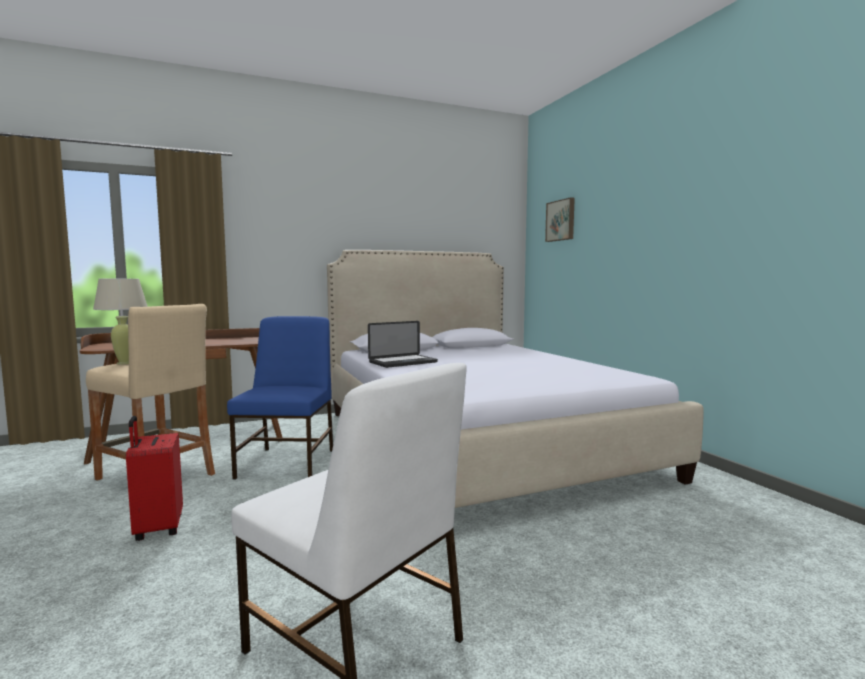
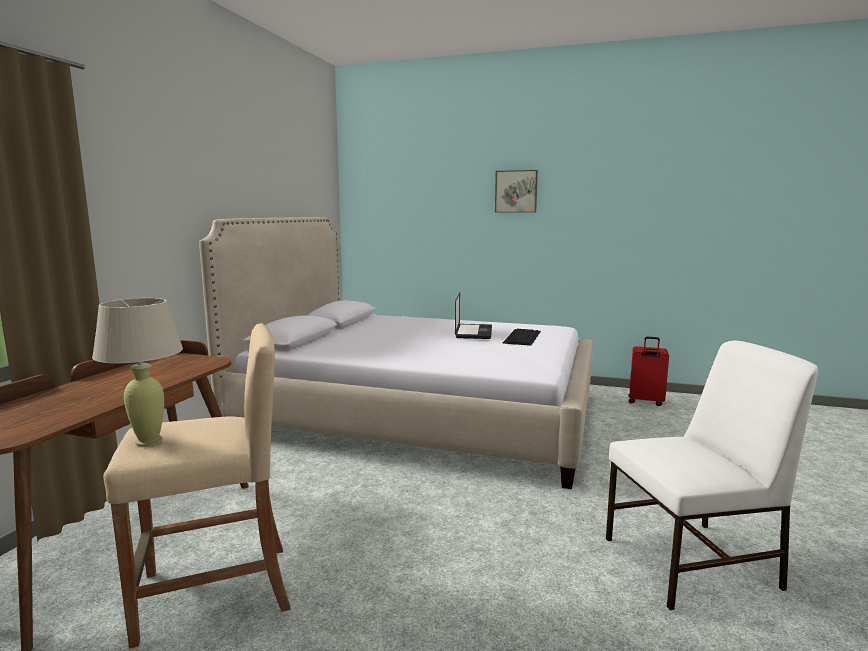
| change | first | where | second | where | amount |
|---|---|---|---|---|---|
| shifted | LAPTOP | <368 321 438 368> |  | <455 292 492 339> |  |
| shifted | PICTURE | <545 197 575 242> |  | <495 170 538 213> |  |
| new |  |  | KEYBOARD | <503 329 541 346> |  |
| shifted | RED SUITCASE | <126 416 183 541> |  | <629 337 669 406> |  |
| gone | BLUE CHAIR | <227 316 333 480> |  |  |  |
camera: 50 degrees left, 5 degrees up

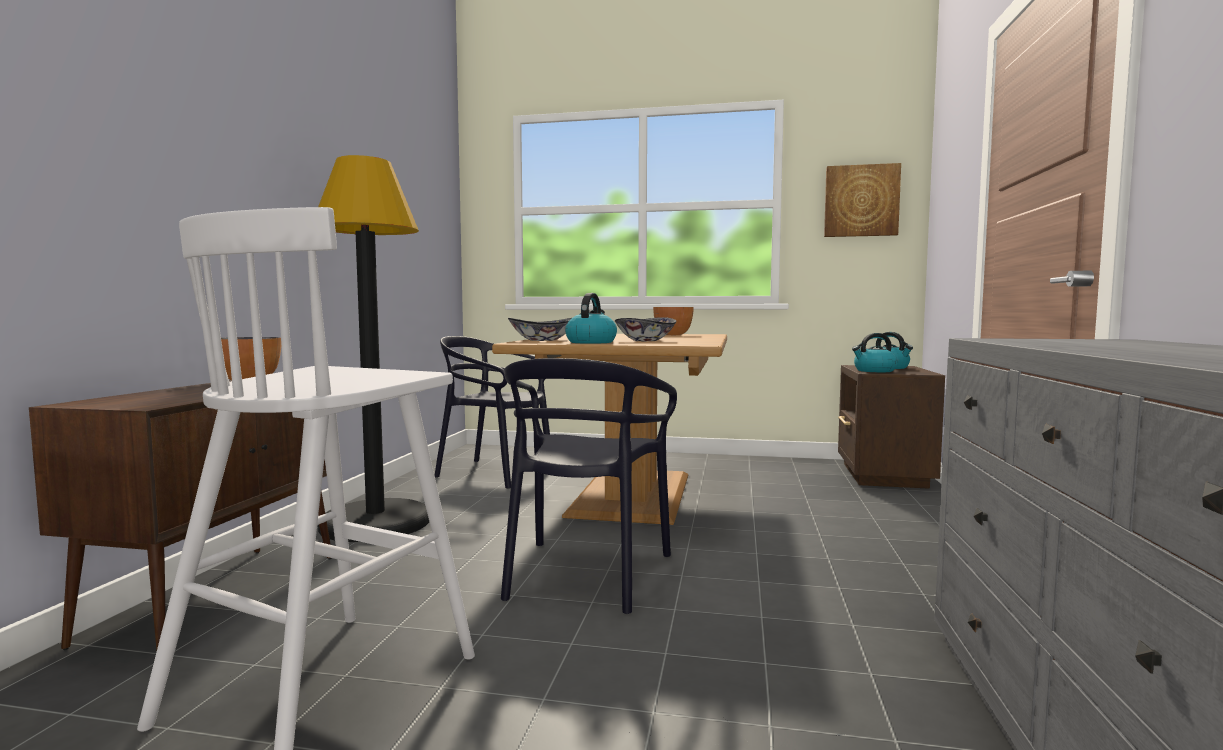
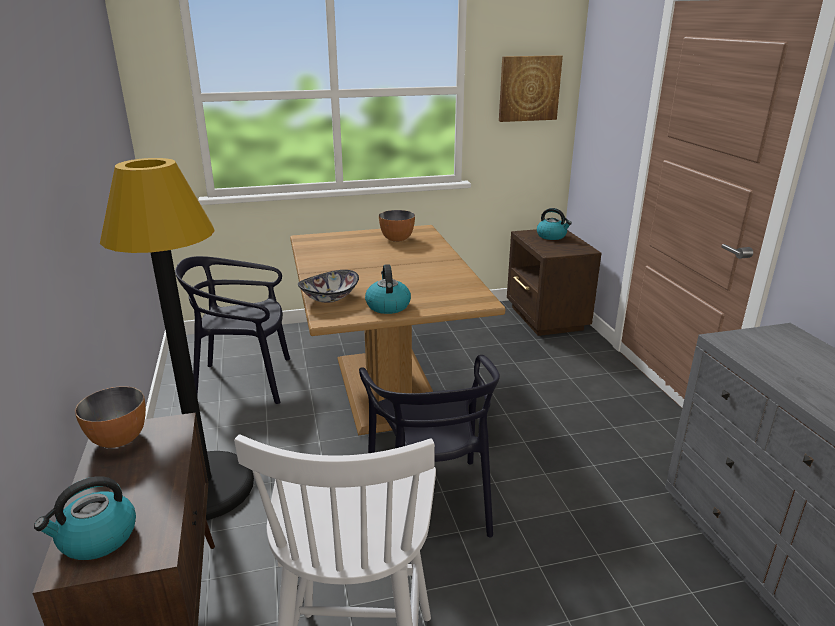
| change | first | where | second | where | amount |
|---|---|---|---|---|---|
| shifted | KETTLE | <852 333 897 372> |  | <34 476 136 560> |  |
| gone | BOWL | <615 317 676 341> |  |  |  |
camera: 25 degrees left, 20 degrees up

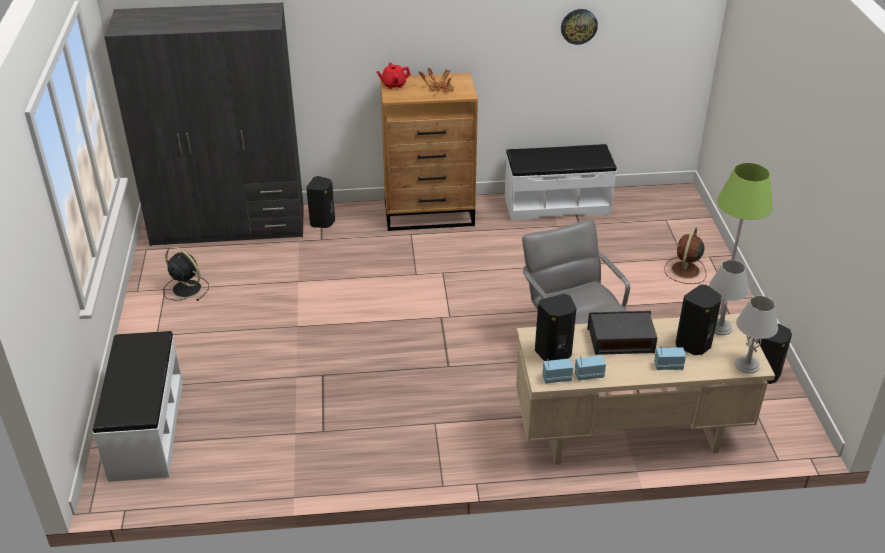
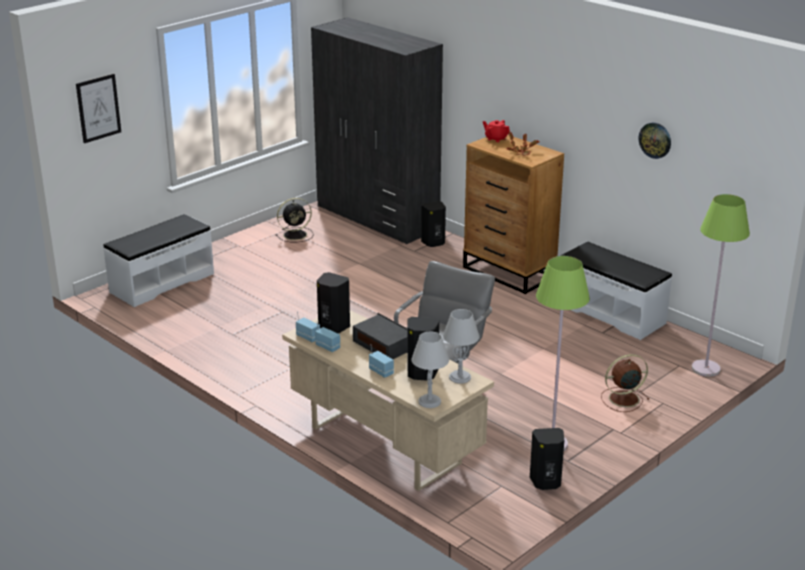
| change | first | where | second | where | amount |
|---|---|---|---|---|---|
| new |  |  | PICTURE | <76 74 121 143> |  |
| rotated | BLACK FAN | <163 247 209 301> |  | <276 198 314 242> | 75 degrees clockwise |
| new |  |  | GREEN FLOOR LAMP | <692 194 750 377> |  |
camera: 50 degrees right, 10 degrees down

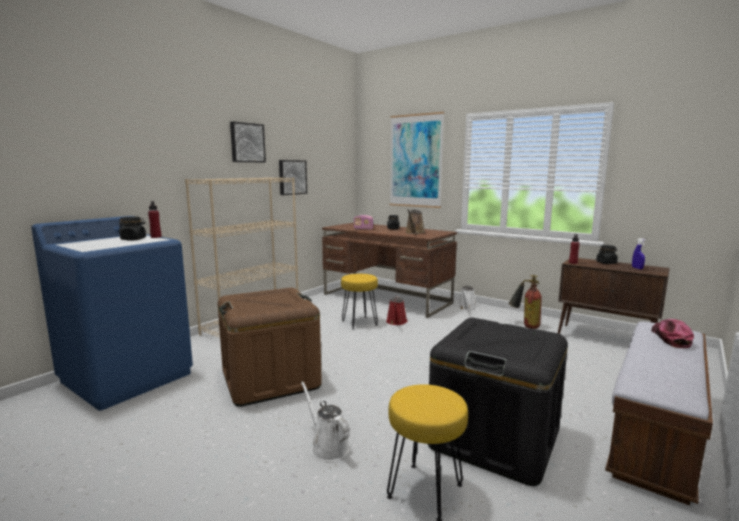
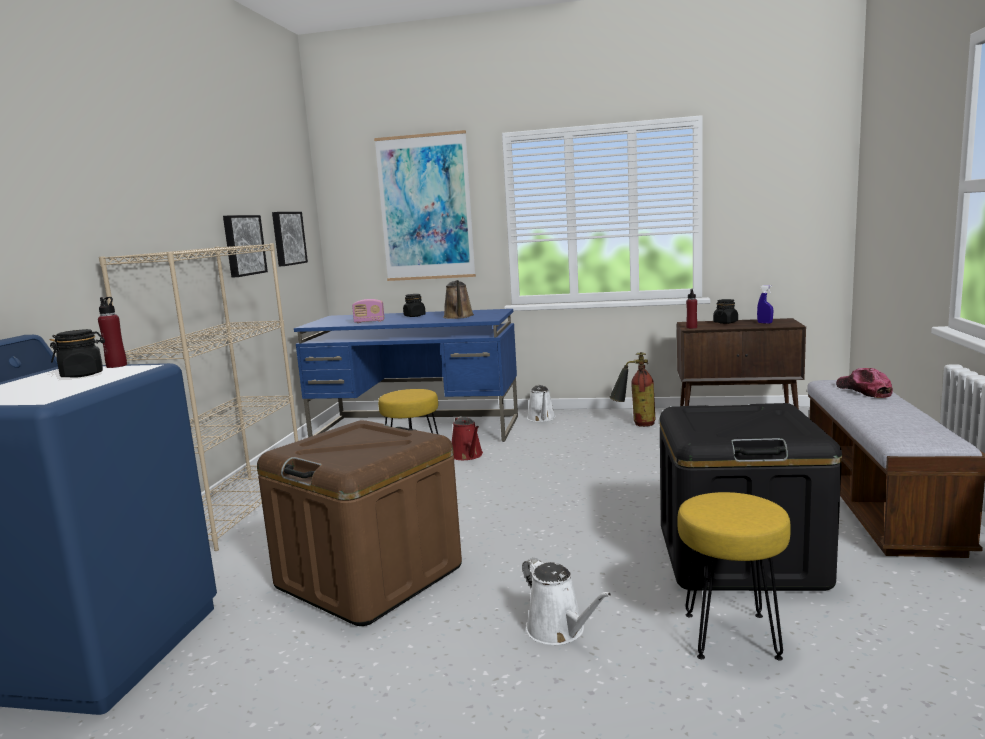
| change | first | where | second | where | amount |
|---|---|---|---|---|---|
| shifted | PICTURE | <230 121 266 162> |  | <272 212 308 266> |  |
| repainted | BROWN DESK | <322 222 457 318> | BLUE DESK | <294 309 518 442> |  |
| rotated | WHITE WATERING CAN | <301 381 350 462> |  | <522 558 612 645> | 150 degrees counterclockwise |
camera: 25 degrees left, 0 degrees up

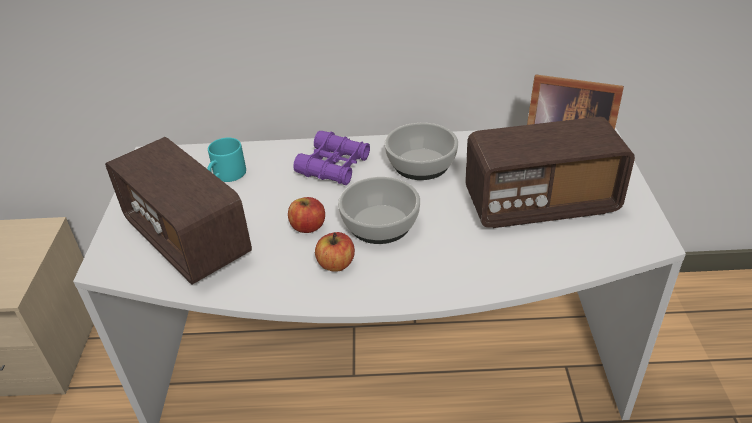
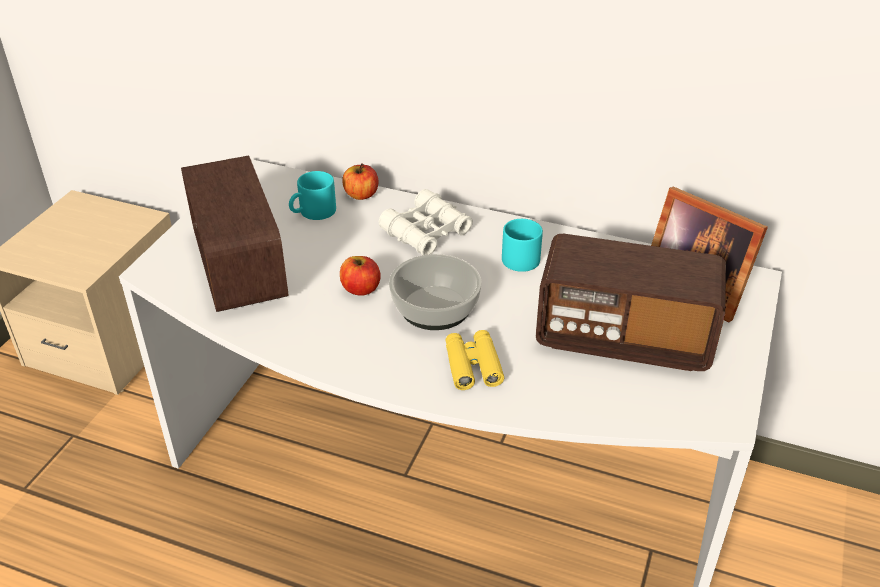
| change | first | where | second | where | amount |
|---|---|---|---|---|---|
| shifted | APPLE | <315 232 355 272> |  | <342 163 379 200> |  |
| repainted | PURPLE BINOCULARS | <293 131 370 185> | WHITE BINOCULARS | <379 189 473 255> |  |
| new |  |  | YELLOW BINOCULARS | <445 330 504 390> |  |
| swapped | BOWL | <384 123 458 180> | TURQUOISE MUG | <502 219 543 272> |  |
camera: 20 degrees right, 0 degrees up

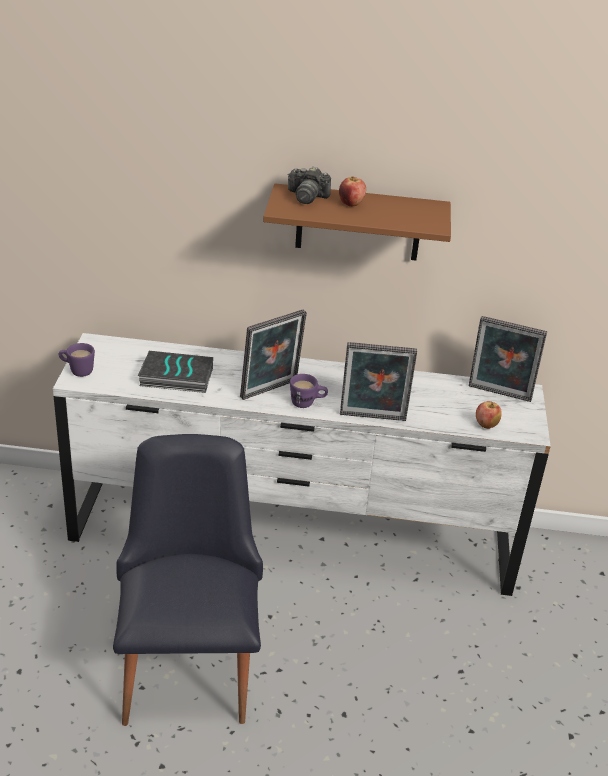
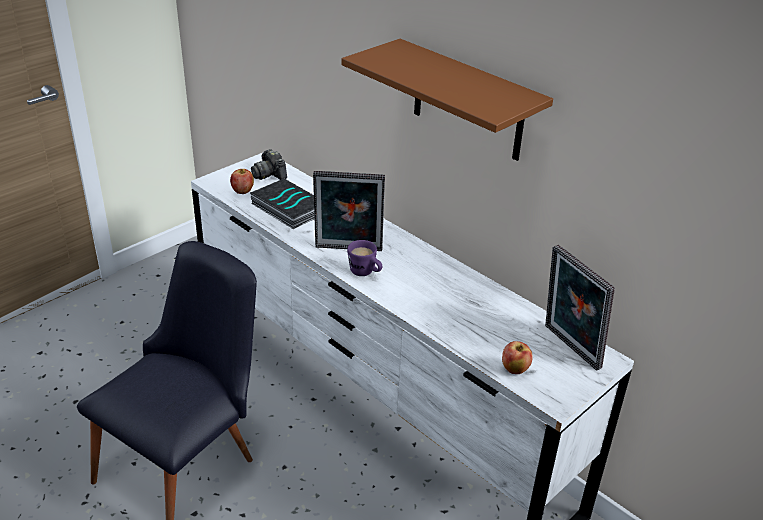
| change | first | where | second | where | amount |
|---|---|---|---|---|---|
| shifted | APPLE | <339 177 366 207> |  | <230 169 254 194> |  |
| shifted | PHOTO CAMERA | <288 166 331 204> |  | <251 149 287 180> |  |
| gone | PURPLE MUG | <59 343 95 377> |  |  |  |
| gone | PICTURE FRAME | <340 342 417 421> |  |  |  |
camera: 40 degrees right, 0 degrees up

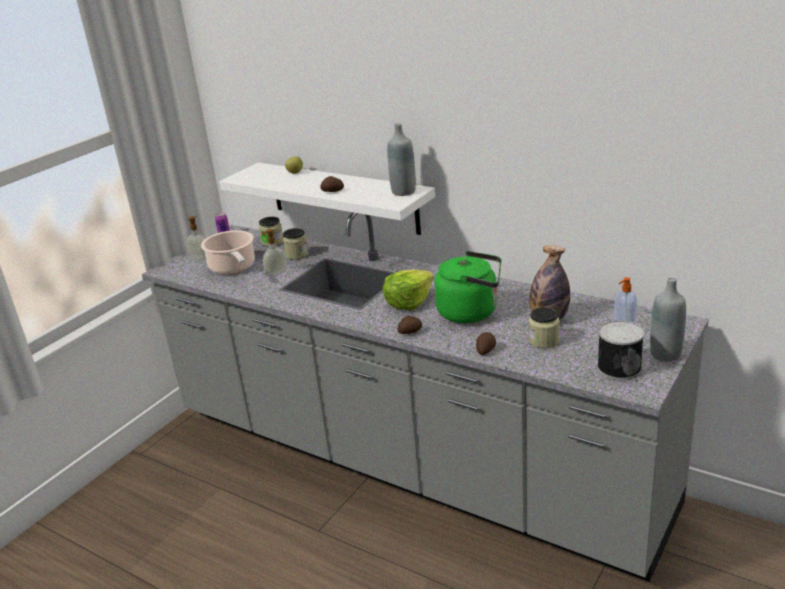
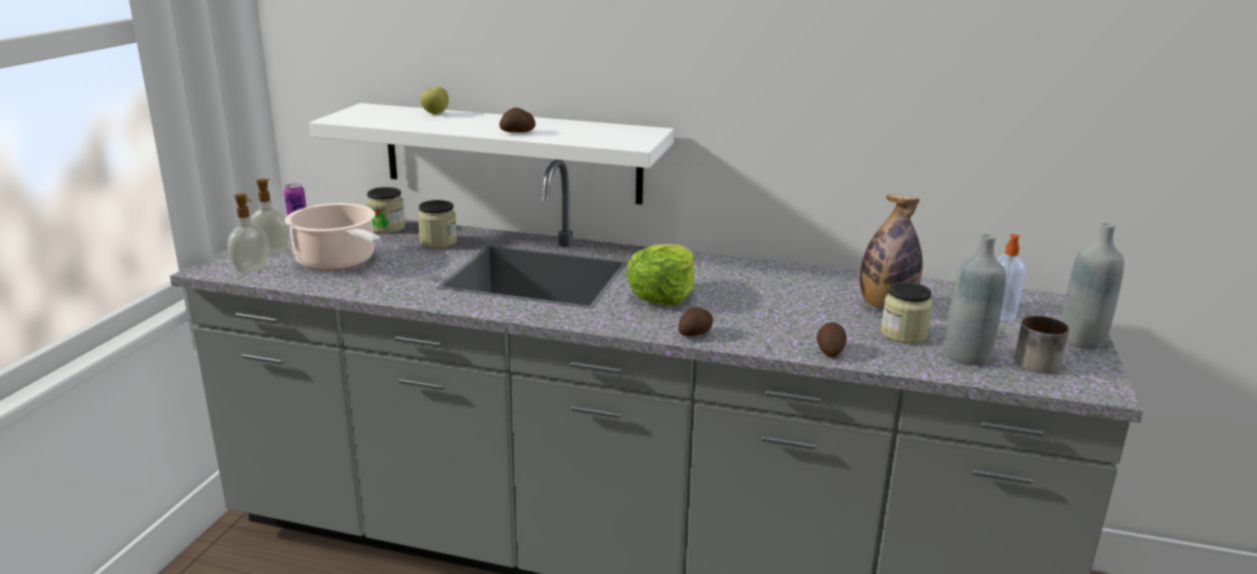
| change | first | where | second | where | amount |
|---|---|---|---|---|---|
| shifted | SOAP DISPENSER | <263 229 287 276> |  | <227 193 269 273> |  |
| shifted | GREY BOTTLE | <387 123 416 196> |  | <945 234 1006 365> |  |
| swapped | CAN | <597 321 644 380> | MUG | <1014 316 1069 374> |  |
| gone | GREEN KETTLE | <434 251 501 323> |  |  |  |
camera: 20 degrees left, 5 degrees down

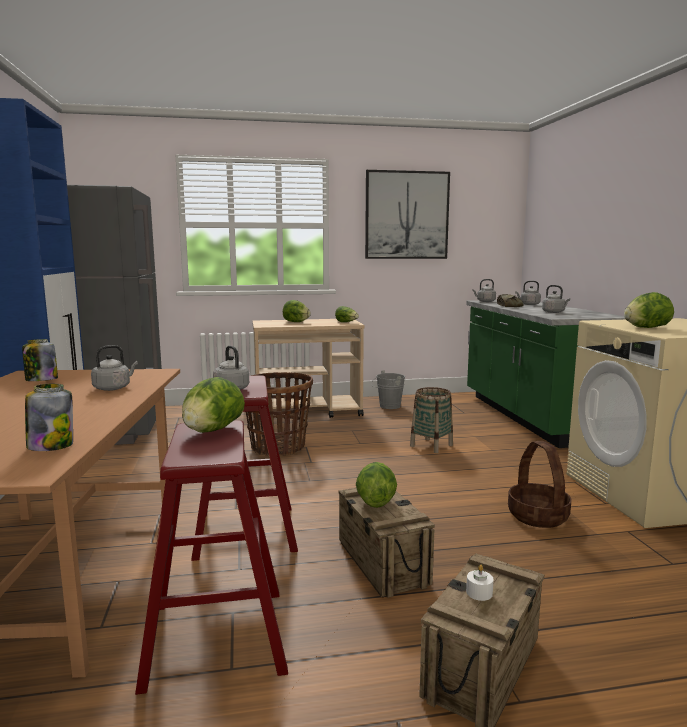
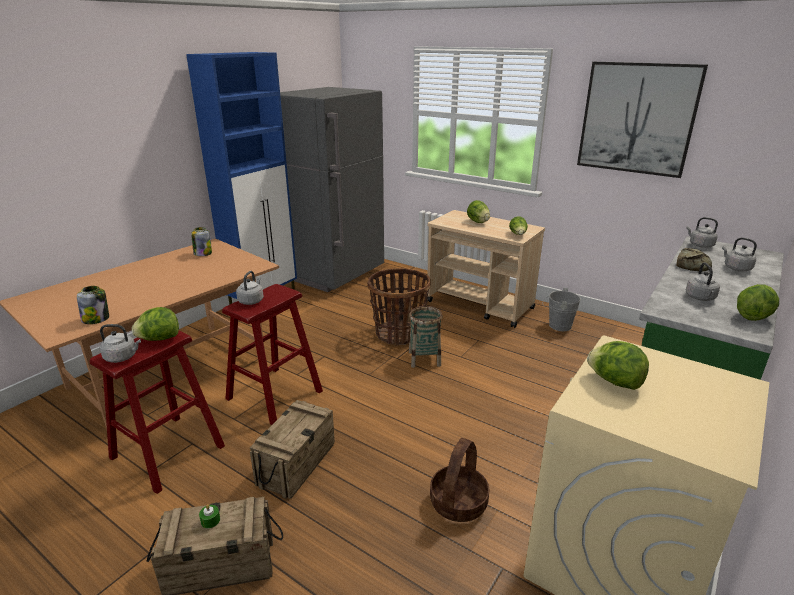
| change | first | where | second | where | amount |
|---|---|---|---|---|---|
| shifted | GREY KETTLE | <91 345 138 391> |  | <100 324 141 363> |  |
| repainted | WHITE CANDLE | <466 564 494 601> | GREEN CANDLE | <199 504 220 529> |  |
| shifted | BASKET | <410 387 453 453> |  | <409 306 443 368> |  |
| shifted | LETTUCE | <356 462 397 508> |  | <737 284 779 321> |  |
camera: 45 degrees right, 15 degrees up

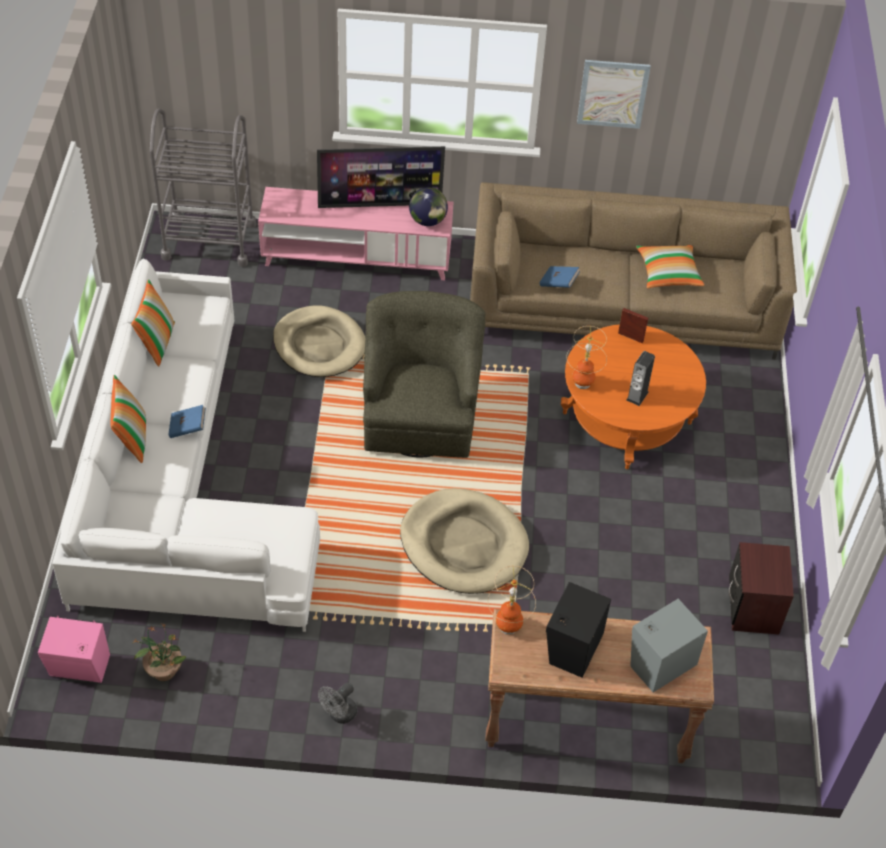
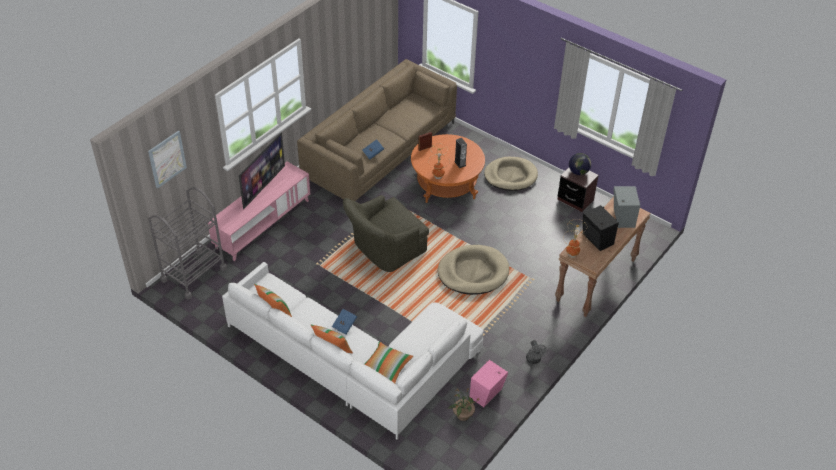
| change | first | where | second | where | amount |
|---|---|---|---|---|---|
| shifted | PICTURE | <577 60 651 129> |  | <148 131 187 189> |  |
| rotated | GREEN ARMCHAIR | <363 291 486 458> |  | <343 195 429 272> | 75 degrees counterclockwise |
| shifted | PILLOW | <636 245 704 288> |  | <365 342 413 383> |  |
| shifted | PINK SPEAKER | <38 616 110 683> |  | <469 360 508 407> |  |
| shifted | BEIGE DOG BED | <273 305 365 377> |  | <484 157 538 191> |  |
| shifted | GLOBE | <409 187 448 226> |  | <569 153 591 175> |  |
camera: 55 degrees left, 5 degrees down

